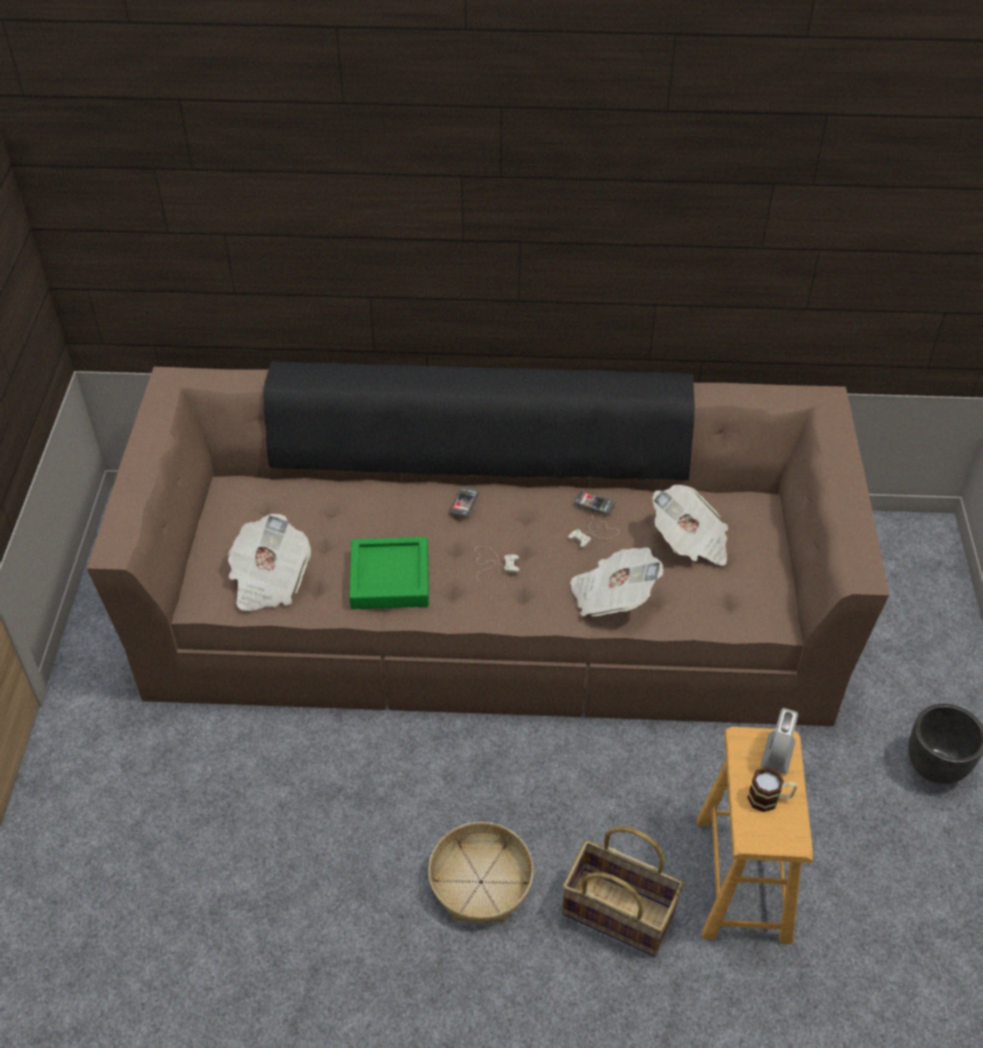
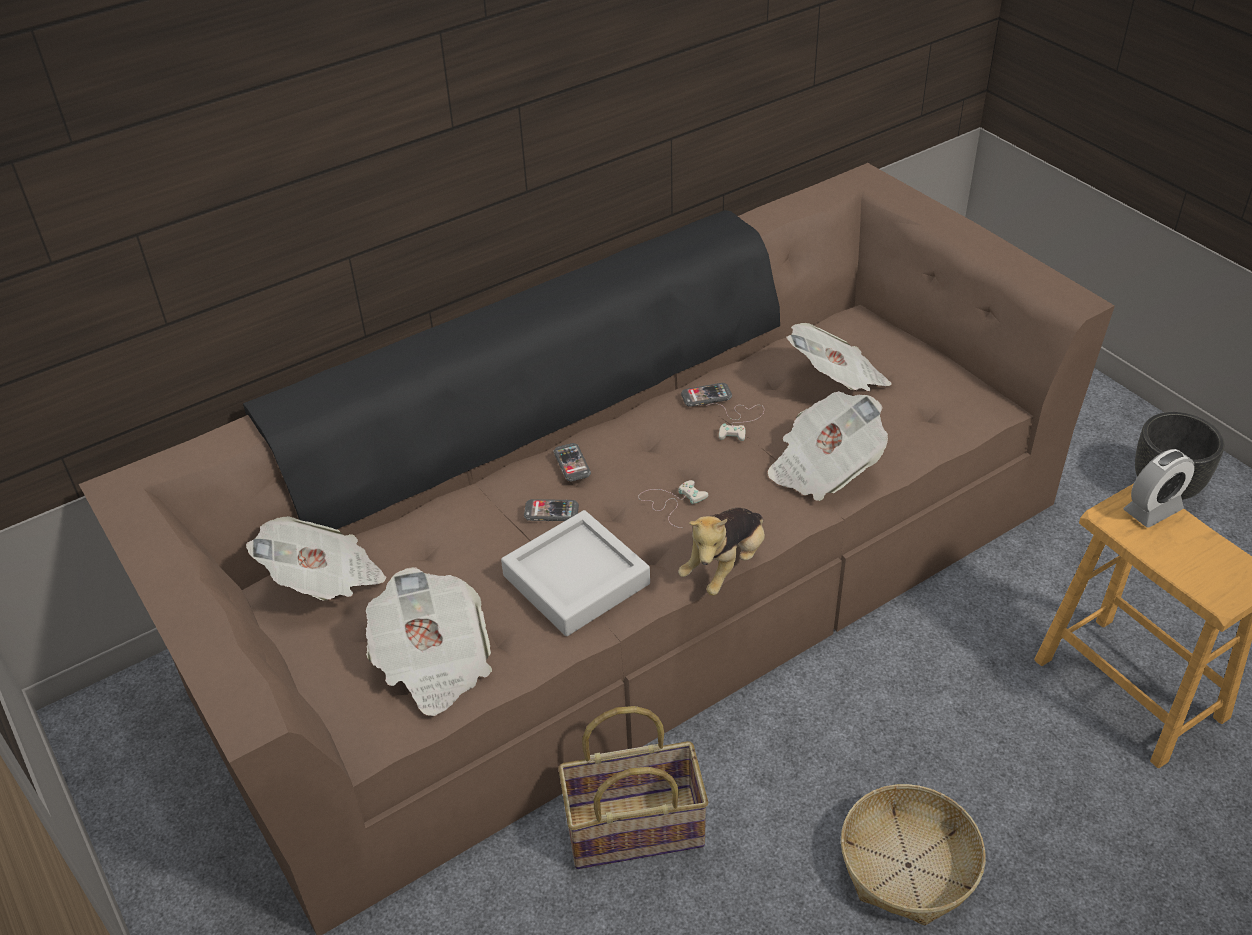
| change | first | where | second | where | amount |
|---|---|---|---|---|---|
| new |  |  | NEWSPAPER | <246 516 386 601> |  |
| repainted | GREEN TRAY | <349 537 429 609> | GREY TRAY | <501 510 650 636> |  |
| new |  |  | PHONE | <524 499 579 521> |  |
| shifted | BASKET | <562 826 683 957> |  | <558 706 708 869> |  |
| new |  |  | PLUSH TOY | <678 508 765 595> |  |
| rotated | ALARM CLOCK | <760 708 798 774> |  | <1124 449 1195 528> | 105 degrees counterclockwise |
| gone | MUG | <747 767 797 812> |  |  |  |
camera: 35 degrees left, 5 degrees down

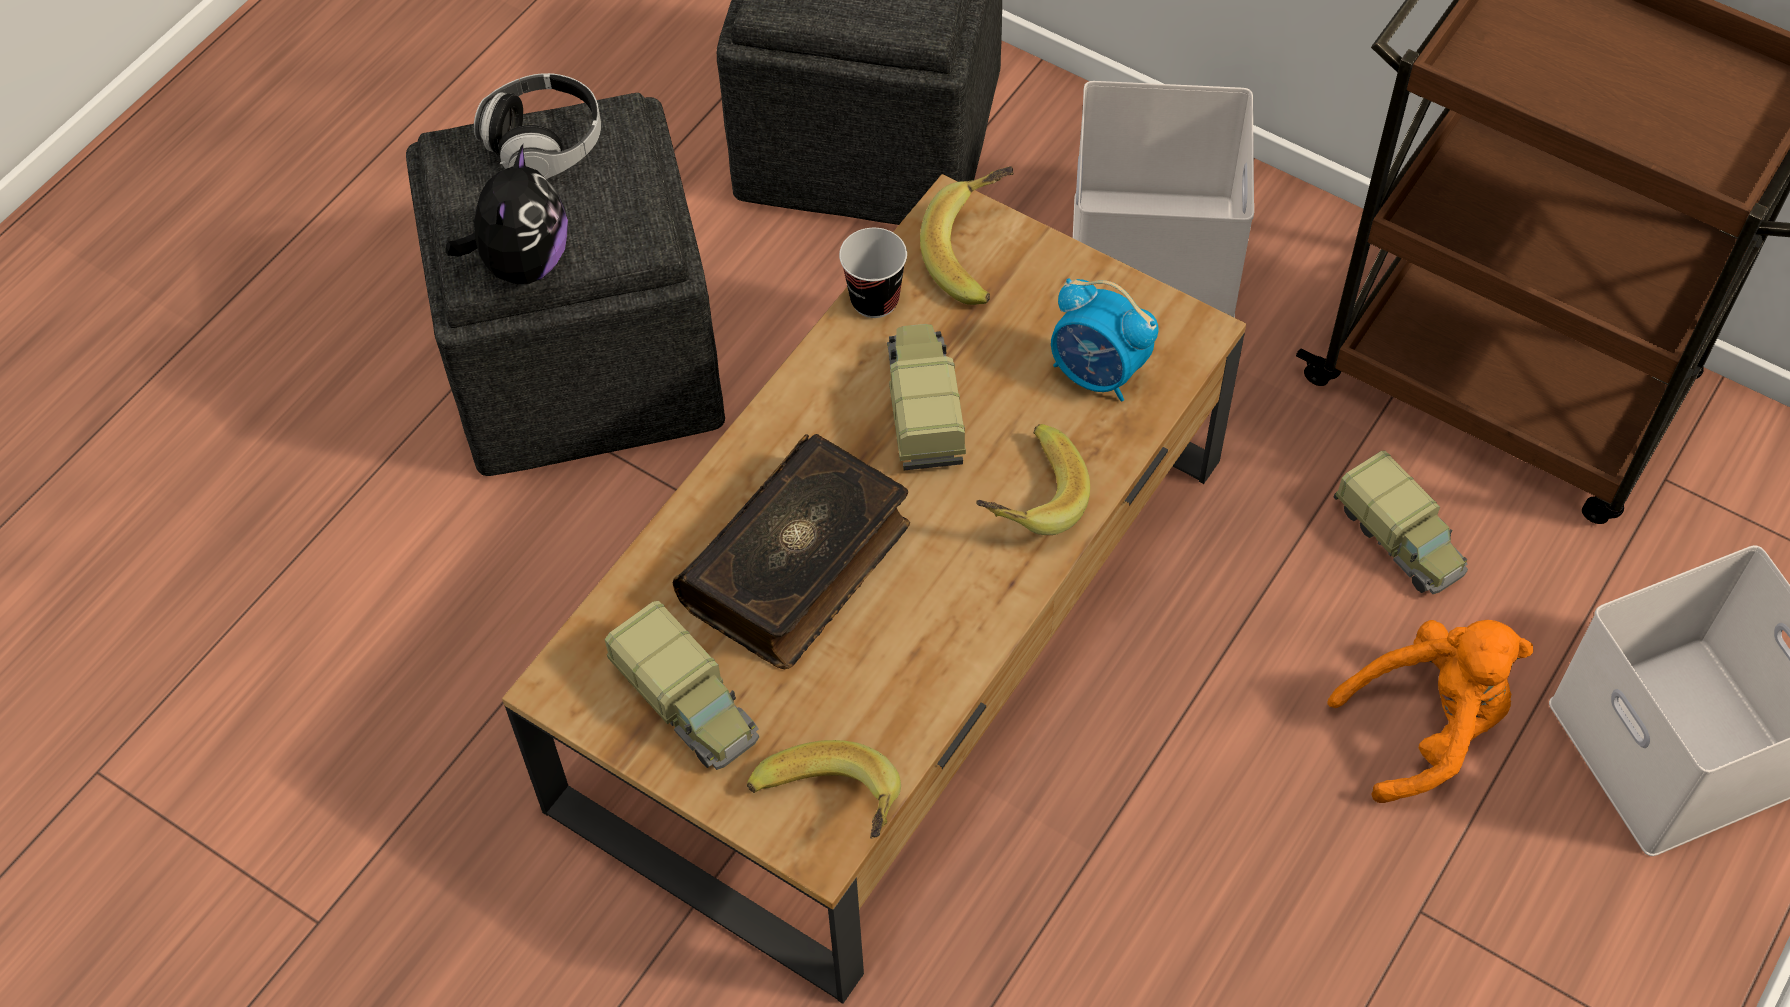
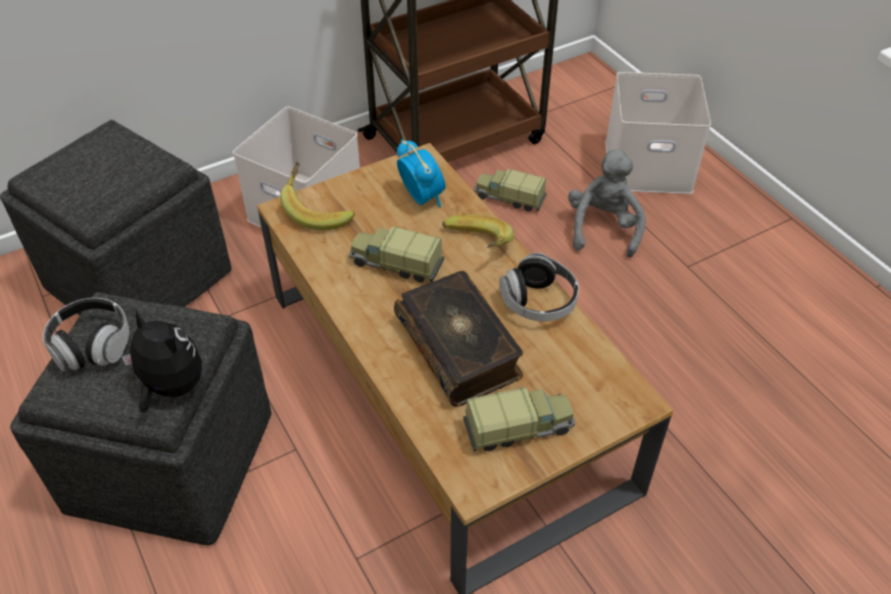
| change | first | where | second | where | amount |
|---|---|---|---|---|---|
| rotated | ALARM CLOCK | <1051 278 1159 402> |  | <397 139 445 208> | 90 degrees counterclockwise |
| rotated | TOY TRUCK | <1334 451 1468 594> |  | <474 169 547 211> | 150 degrees counterclockwise |
| new |  |  | HEADPHONES | <499 253 579 321> |  |
| repainted | ORANGE PLUSH TOY | <1327 620 1533 803> | GREY PLUSH TOY | <568 149 646 258> |  |
| gone | BANANA | <747 740 901 839> |  |  |  |
| gone | CUP | <839 228 907 318> |  |  |  |
camera: 65 degrees left, 10 degrees down

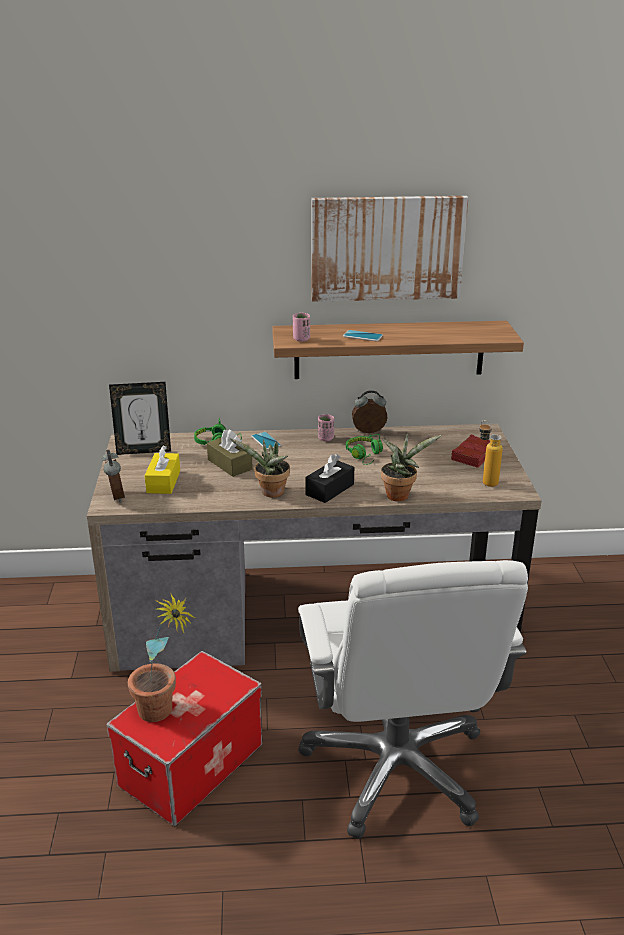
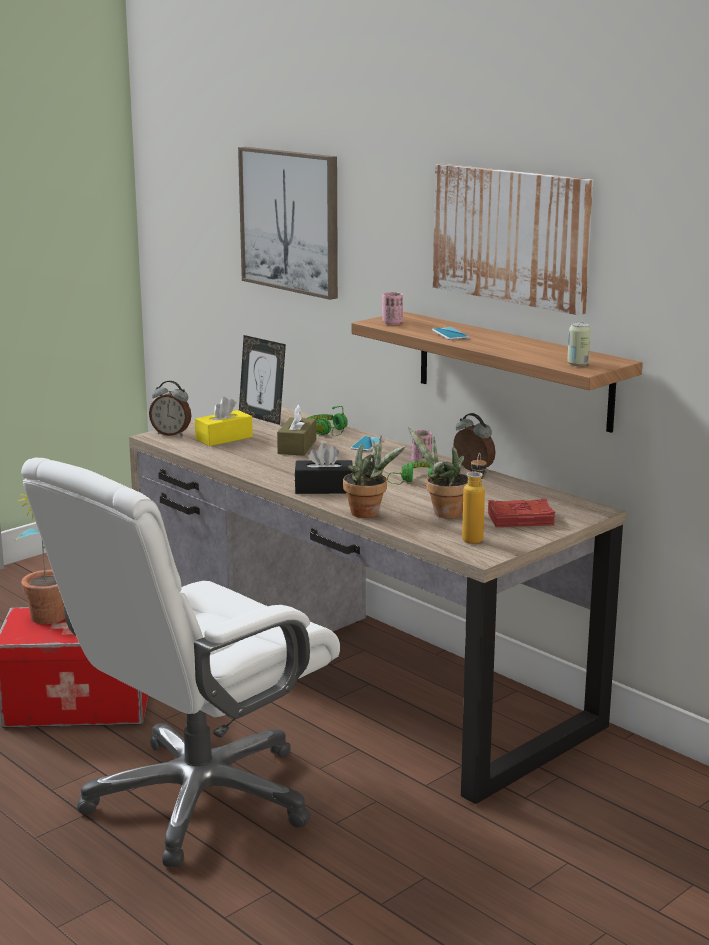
| change | first | where | second | where | amount |
|---|---|---|---|---|---|
| rotated | ALARM CLOCK | <102 450 125 503> |  | <149 381 191 436> | 75 degrees clockwise |
| new |  |  | PICTURE | <238 147 338 300> |  |
| shifted | POTTED PLANT | <230 438 290 498> |  | <408 427 468 519> |  |
| new |  |  | CAN | <567 322 591 366> |  |
camera: 50 degrees right, 10 degrees down

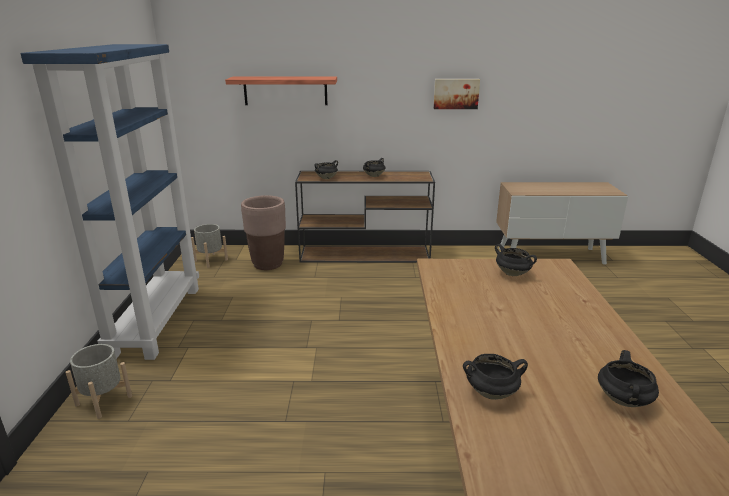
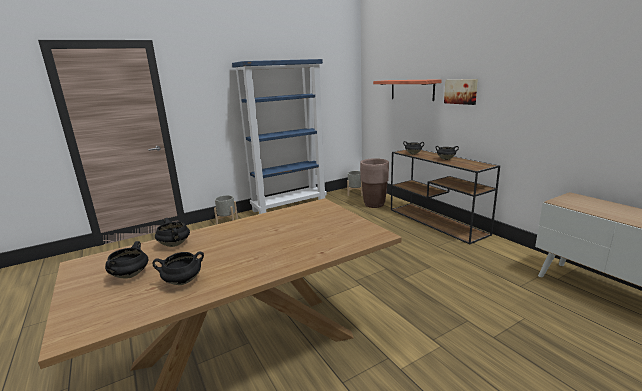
| change | first | where | second | where | amount |
|---|---|---|---|---|---|
| shifted | BLACK COOKING POT | <495 244 537 276> |  | <105 241 148 279> |  |
| shifted | PICTURE | <433 79 480 109> |  | <444 79 478 105> |  |
camera: 60 degrees right, 5 degrees down

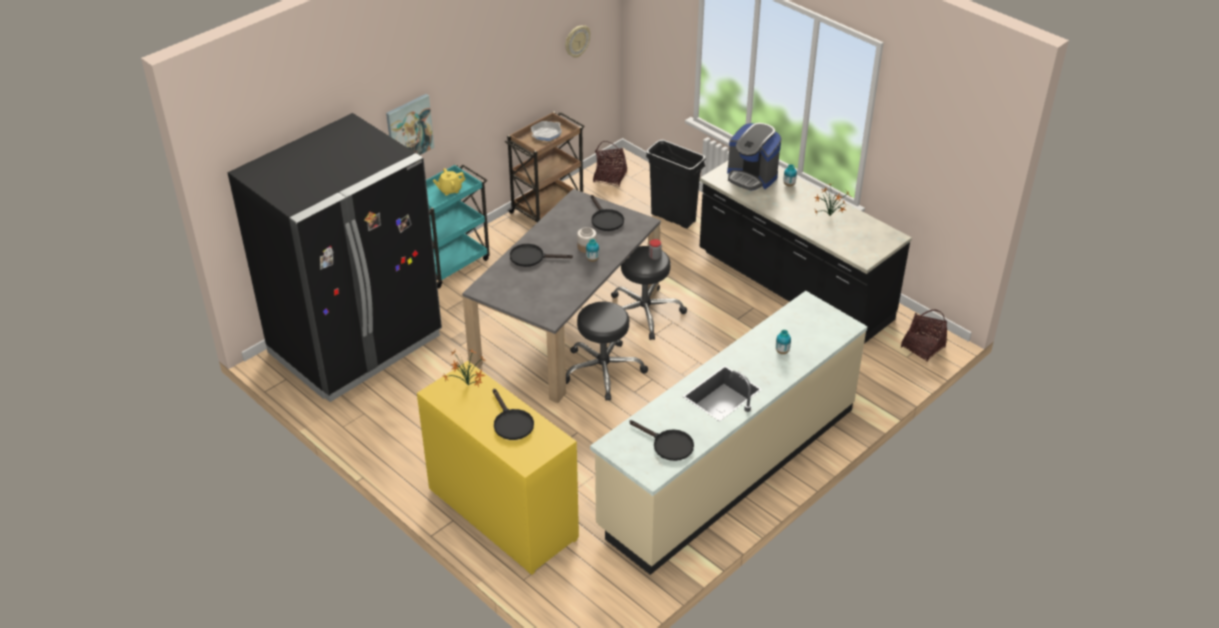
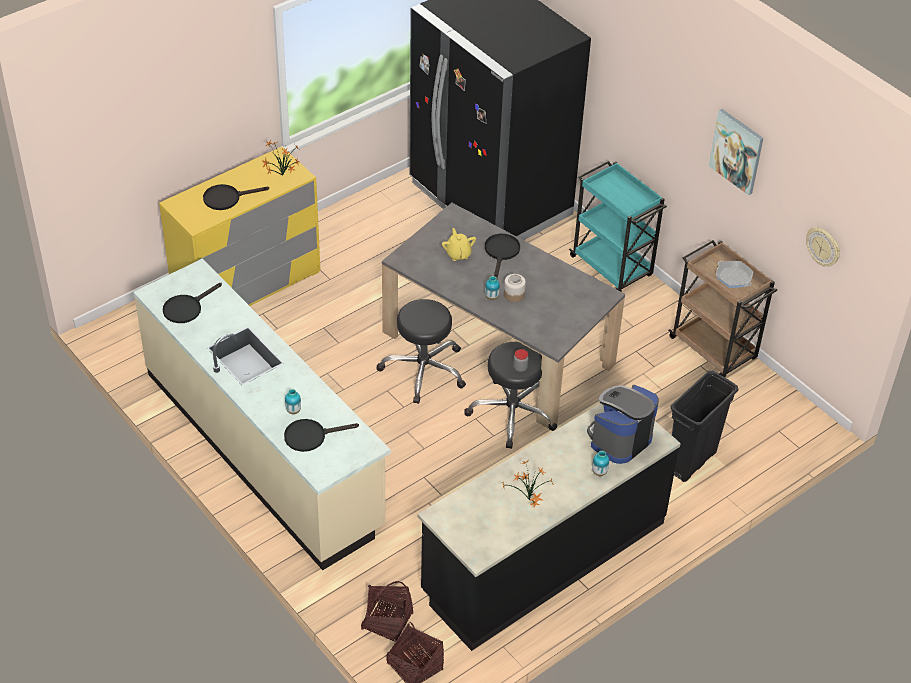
| change | first | where | second | where | amount |
|---|---|---|---|---|---|
| shifted | BLACK FRYING PAN | <590 195 624 231> |  | <284 419 359 452> |  |
| shifted | BASKET | <593 141 627 187> |  | <361 581 413 642> |  |
| shifted | YELLOW TEAPOT | <433 168 466 195> |  | <442 228 476 261> |  |
| shifted | PICTURE | <386 94 434 155> |  | <709 109 763 195> |  |
camera: 95 degrees right, 5 degrees up

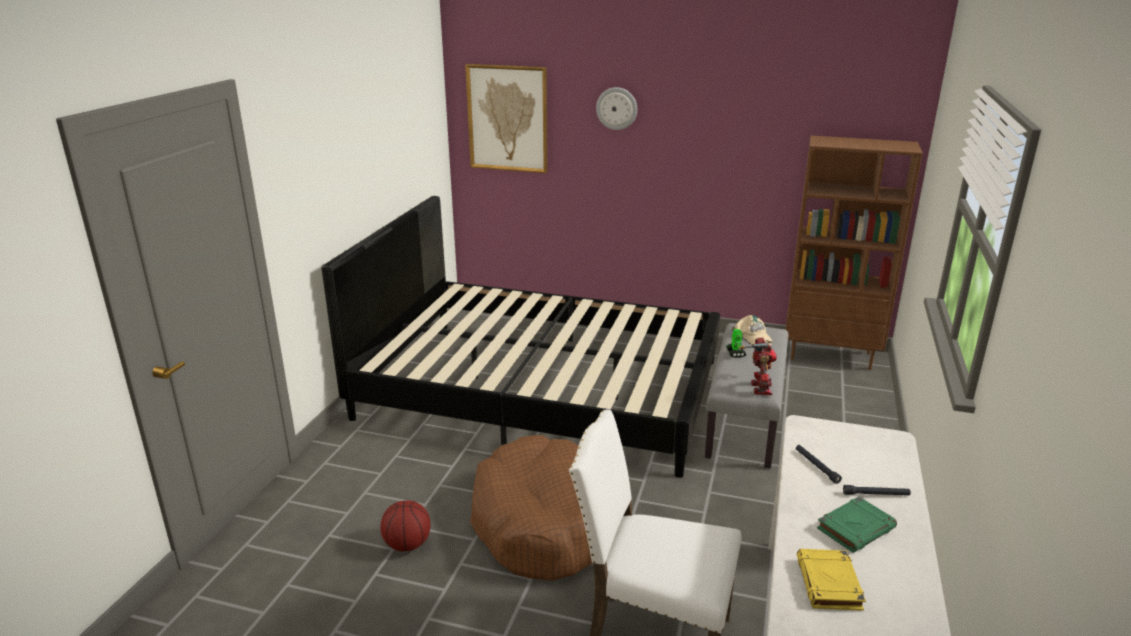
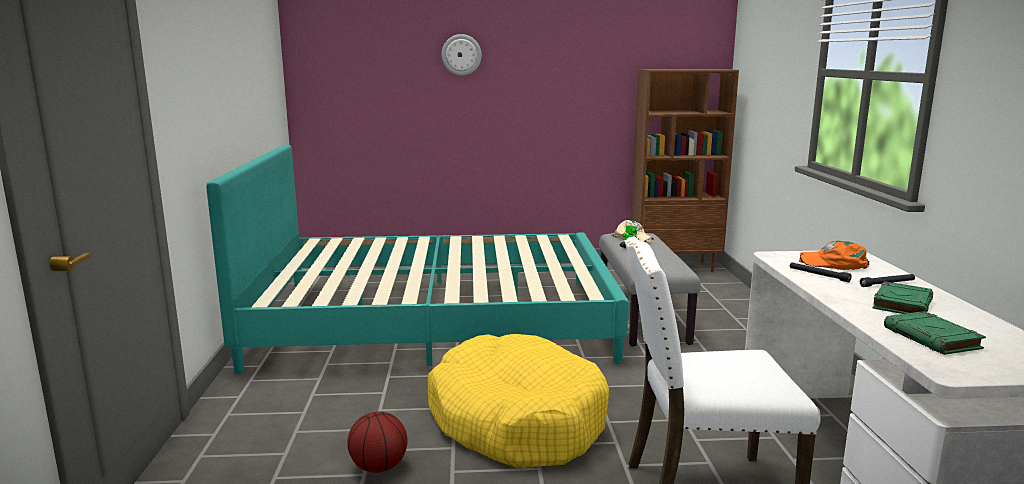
| change | first | where | second | where | amount |
|---|---|---|---|---|---|
| repainted | BLACK BED | <322 196 720 478> | TURQUOISE BED | <206 145 629 374> |  |
| repainted | BROWN DOG BED | <470 435 592 581> | YELLOW DOG BED | <428 334 609 468> |  |
| new |  |  | ORANGE CAP | <799 241 869 270> |  |
| repainted | YELLOW BOOK | <797 549 866 611> | GREEN BOOK | <884 311 986 355> |  |
| gone | PICTURE | <465 64 547 173> |  |  |  |
| gone | TOY ROBOT | <739 337 776 395> |  |  |  |
camera: 20 degrees left, 10 degrees down

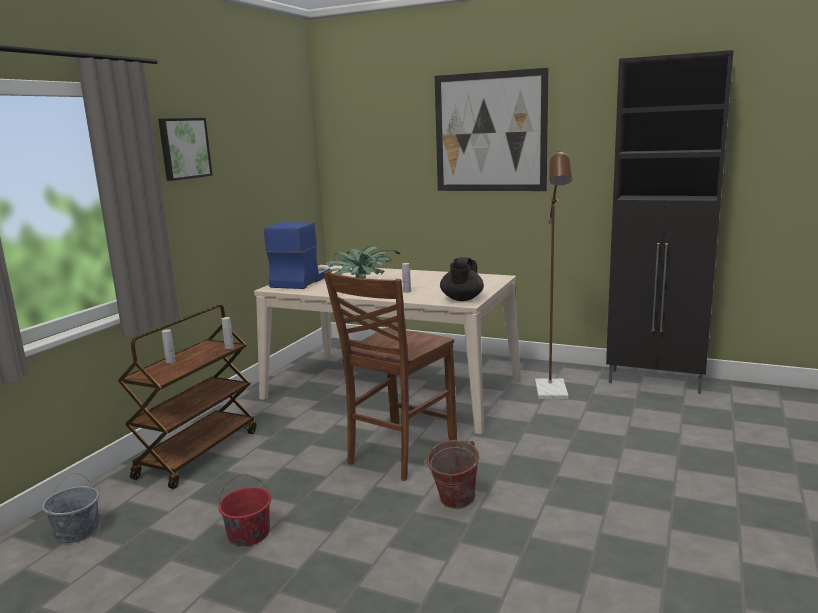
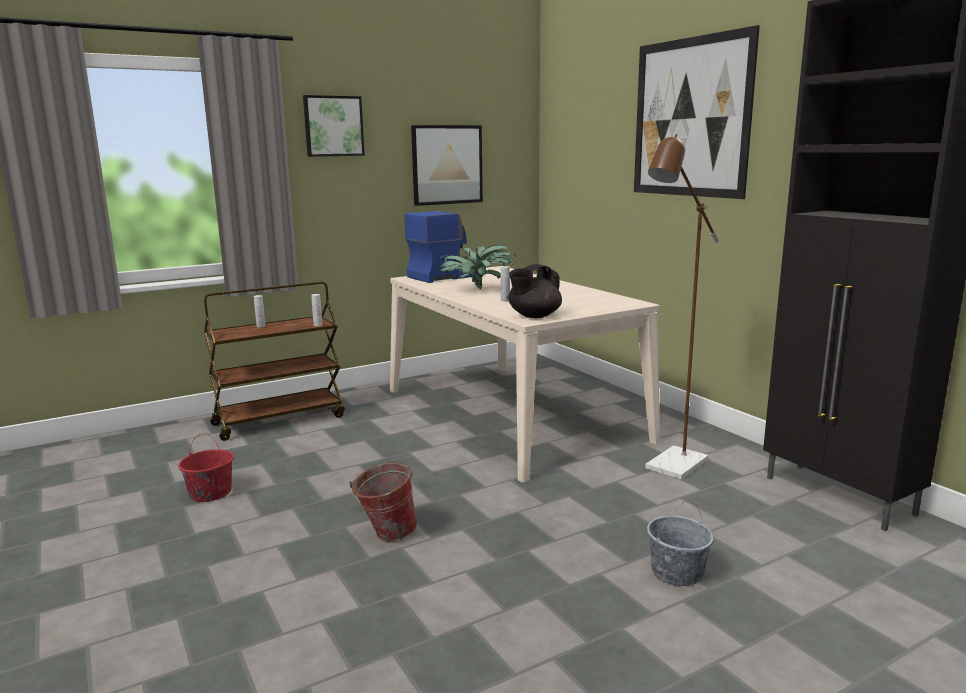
| change | first | where | second | where | amount |
|---|---|---|---|---|---|
| new |  |  | PICTURE | <411 125 483 206> |  |
| shifted | GREY BUCKET | <42 473 99 543> |  | <647 501 714 586> |  |
| gone | BROWN CHAIR | <323 271 457 481> |  |  |  |
camera: 35 degrees right, 0 degrees up

